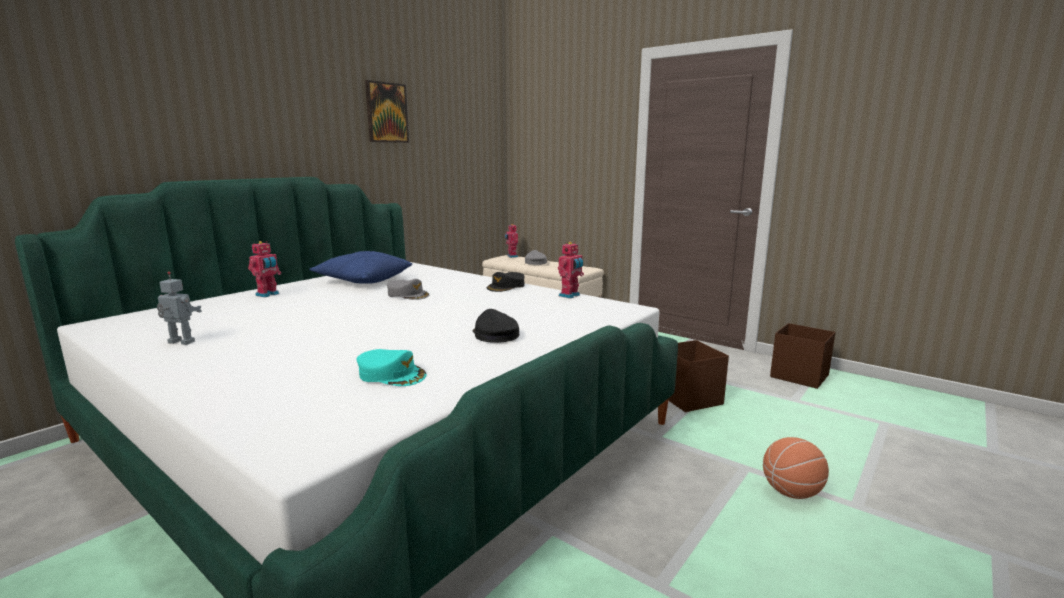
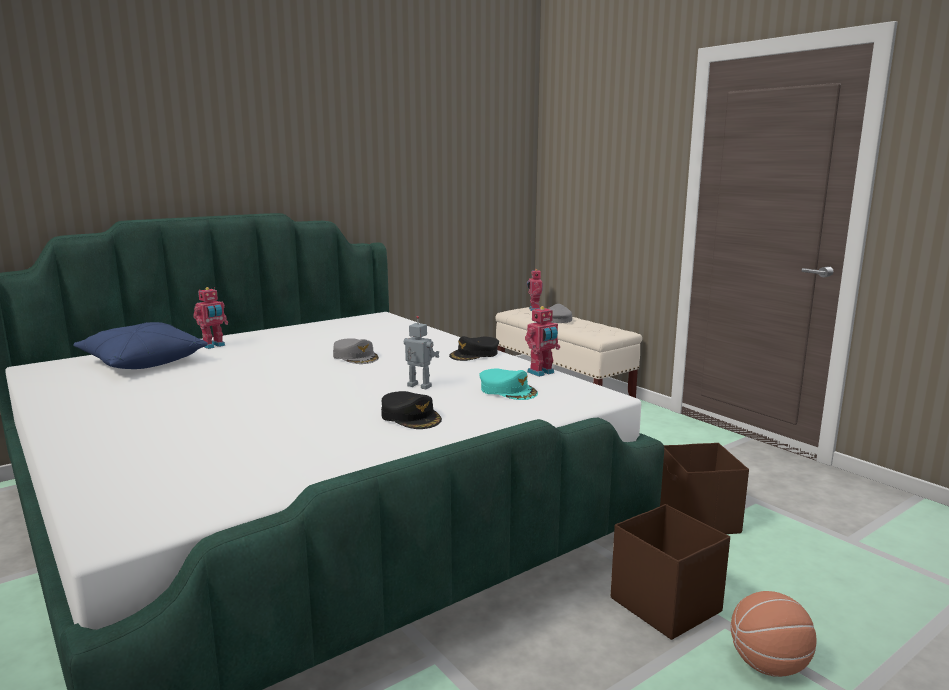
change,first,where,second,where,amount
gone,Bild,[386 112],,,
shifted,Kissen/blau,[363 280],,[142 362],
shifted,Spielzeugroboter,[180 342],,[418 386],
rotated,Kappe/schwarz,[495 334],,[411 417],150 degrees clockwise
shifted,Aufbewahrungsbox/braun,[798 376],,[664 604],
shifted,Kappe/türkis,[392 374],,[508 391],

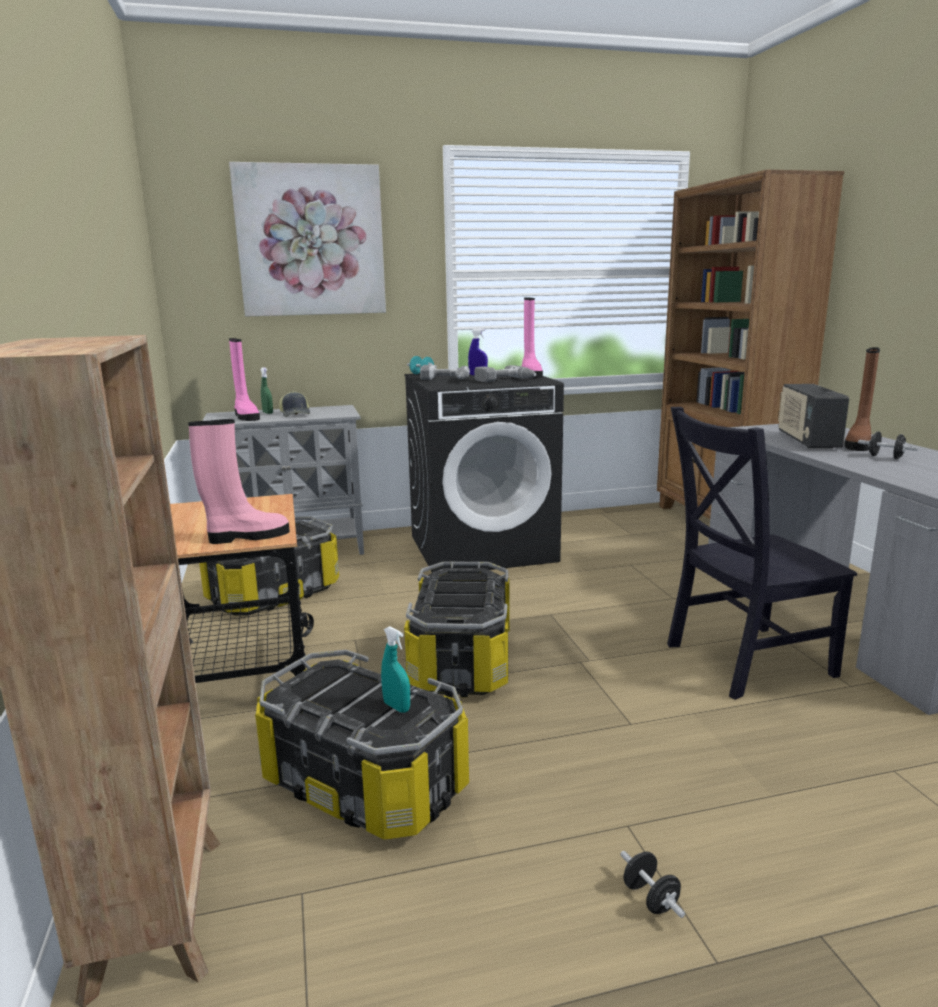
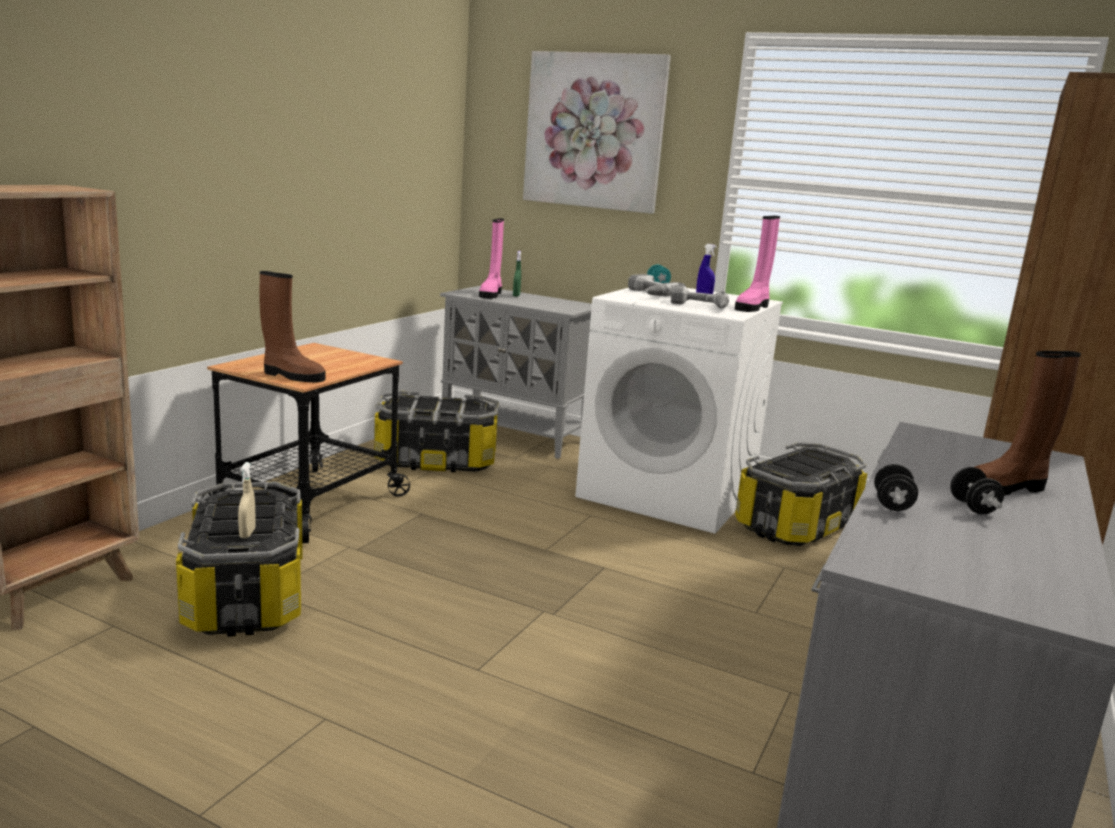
change,first,where,second,where,amount
repainted,Waschmaschine/schwarz,[483 548],Waschmaschine/weiß,[669 493],
gone,Radio,[807 441],,,
gone,Kappe,[296 414],,,
gone,Stuhl/schwarz,[742 661],,,
repainted,Stiefel/rosa,[246 536],Stiefel/braun,[292 376],
shifted,Aufbewahrungsbox,[460 661],,[795 524],
repainted,Sprühflasche/türkis,[396 707],Sprühflasche/beige,[247 533],
shifted,Hantel/schwarz,[650 898],,[892 504],

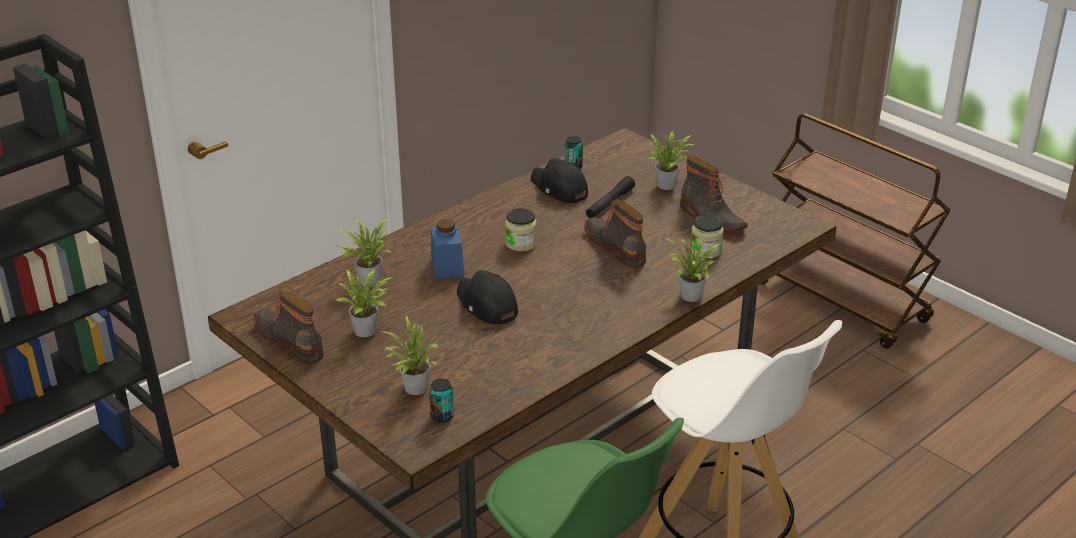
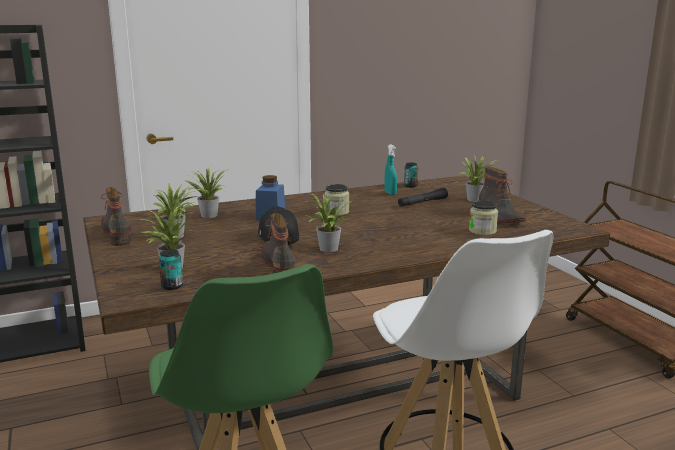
change,first,where,second,where,amount
swapped,Kappe/schwarz,[559 189],Sprühflasche/türkis,[390 193],
shifted,Stiefel,[616 246],,[281 265],
shifted,Topfpflanze,[690 297],,[327 249],

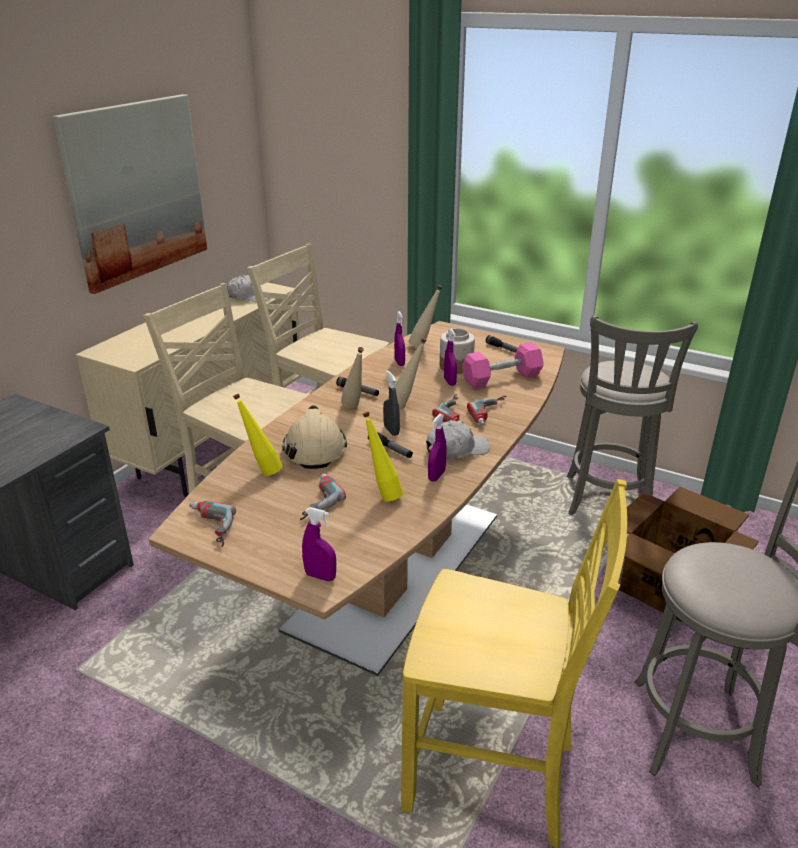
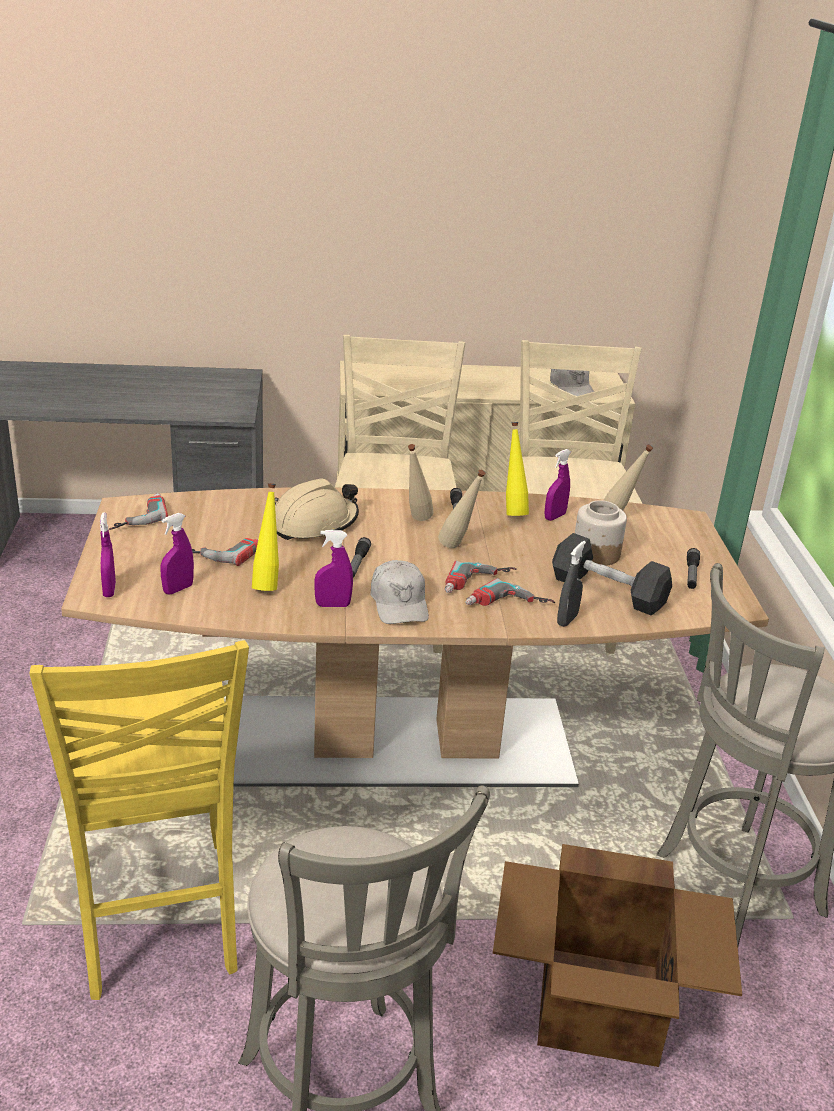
change,first,where,second,where,amount
gone,Bild,[136 190],,,
shifted,Sprühflasche/lila,[449 382],,[178 589],
repainted,Hantel/rosa,[502 378],Hantel/schwarz,[608 591],
shifted,Sprühflasche/grau,[391 430],,[567 620],
shifted,Flasche/gelb,[262 471],,[512 511],
rotated,Kappe/weiß,[456 449],,[399 603],45 degrees clockwise

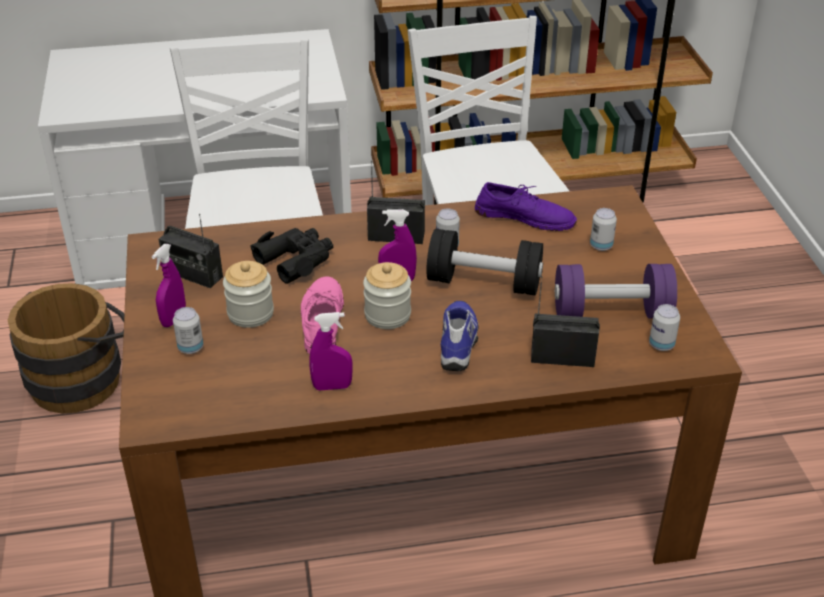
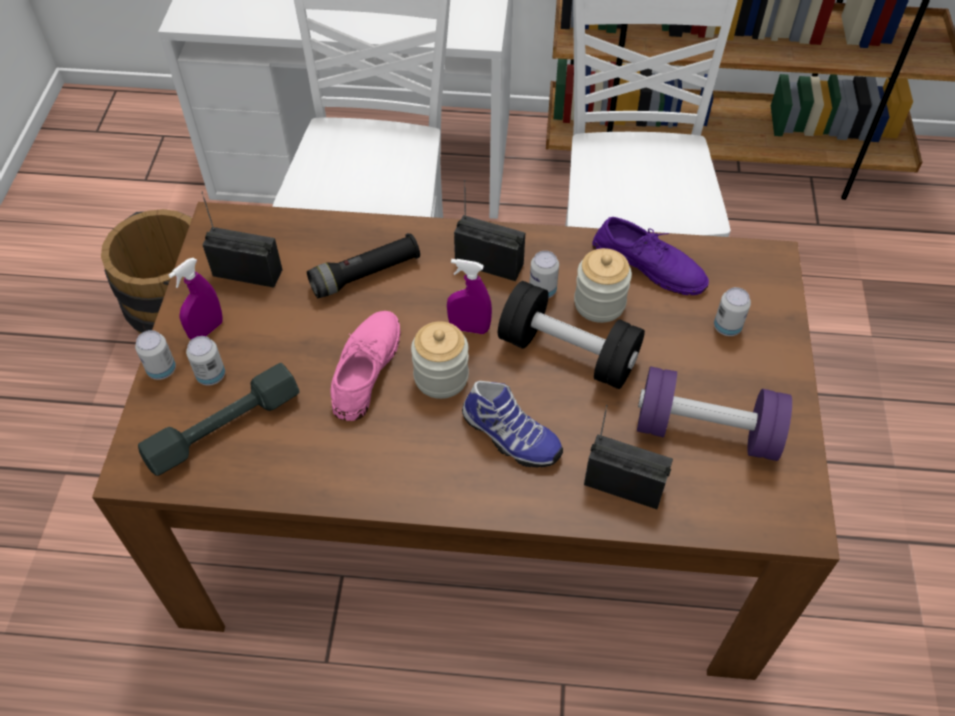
change,first,where,second,where,amount
rotated,Radio,[193 274],,[247 272],150 degrees clockwise
swapped,Fernglas/schwarz,[296 260],Taschenlampe/schwarz,[365 275],
shifted,Vorratsglas,[250 313],,[599 303],
rotated,Schuh,[459 343],,[509 437],105 degrees clockwise
shifted,Dose,[661 345],,[162 370],
gone,Sprühflasche/lila,[332 386],,,
new,,,Hantel/grau,[224 428],

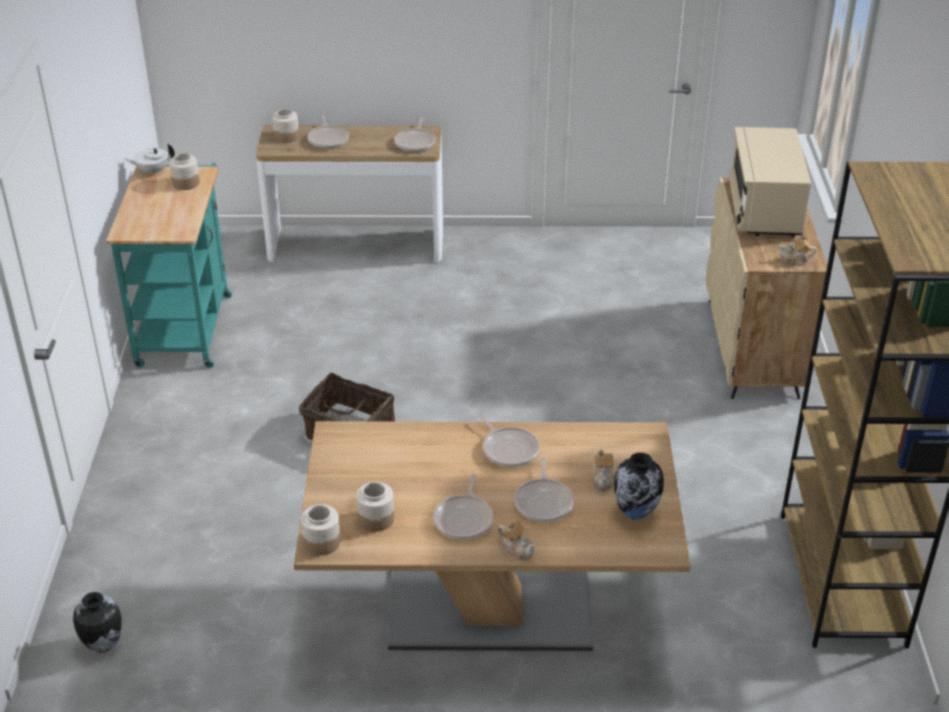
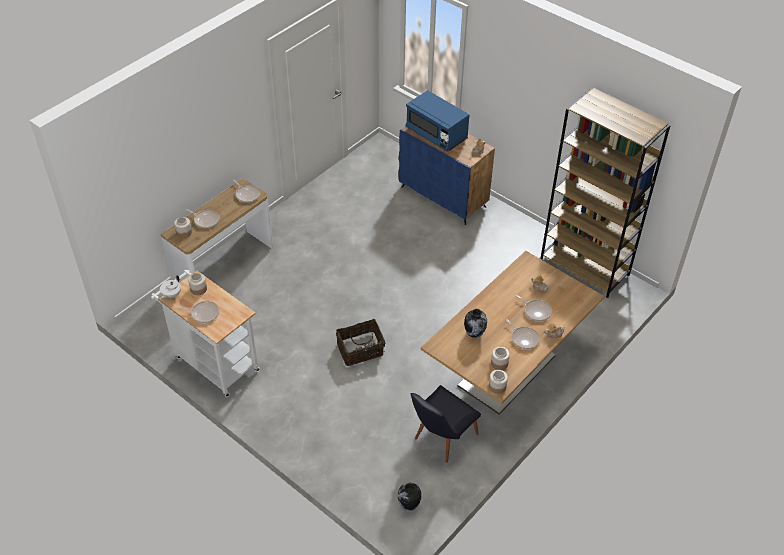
change,first,where,second,where,amount
repainted,Mikrowelle/beige,[764 209],Mikrowelle/blau,[436 134],
repainted,Rollwagen/türkis,[185 325],Rollwagen/weiß,[213 362],
repainted,Schrank/beige,[753 348],Schrank/blau,[443 197],
shifted,Pfanne,[509 449],,[203 313],
shifted,Vase,[636 513],,[474 334],
new,,,Stuhl/schwarz,[441 439],

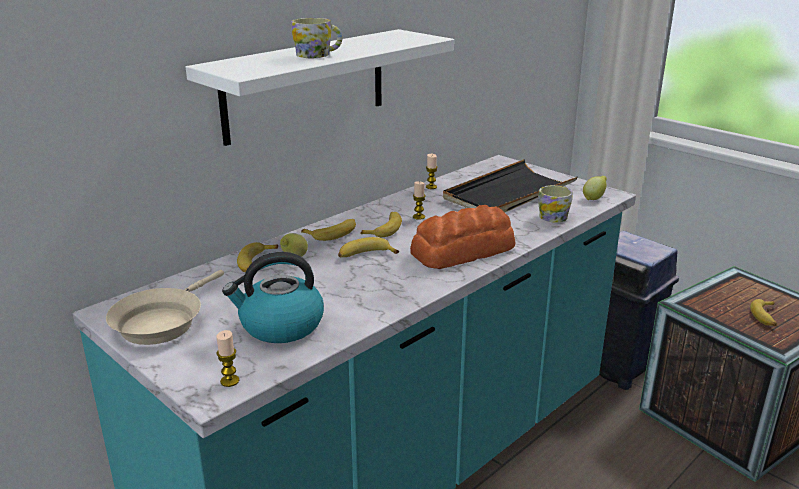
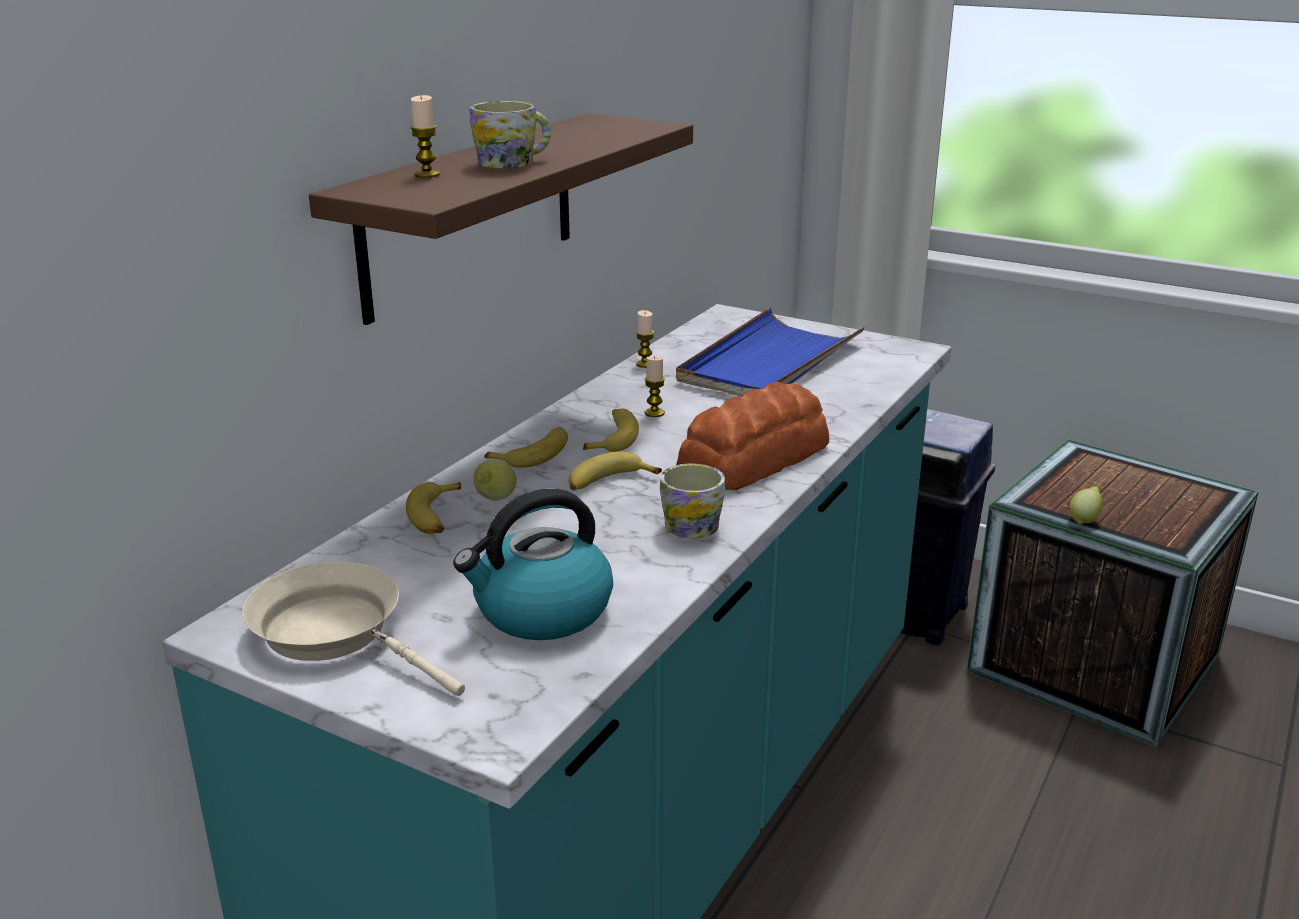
change,first,where,second,where,amount
repainted,Wandregal/weiß,[306 85],Wandregal/braun,[471 213],
repainted,Tablett/schwarz,[508 193],Tablett/blau,[769 363],
shifted,Zitrone,[594 198],,[1084 520],
shifted,Henkelbecher,[555 216],,[695 523],
rotated,Pfanne/beige,[162 322],,[337 633],120 degrees clockwise
gone,Banane,[765 317],,,
shifted,Kerze,[229 381],,[427 175],

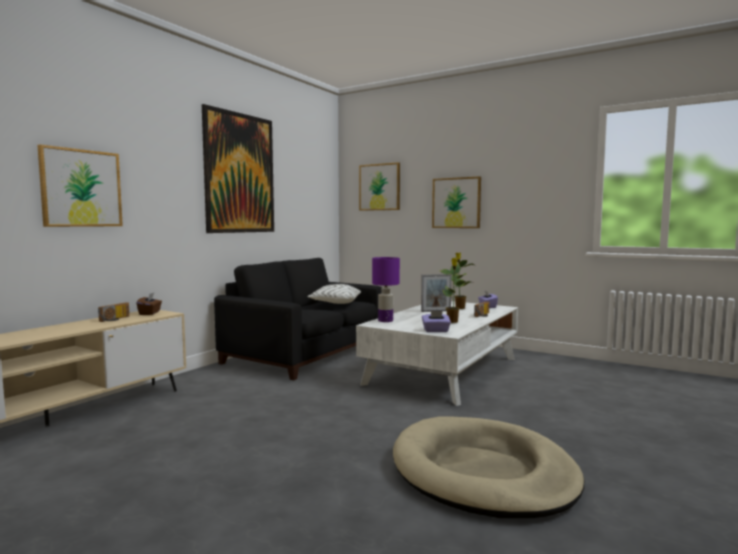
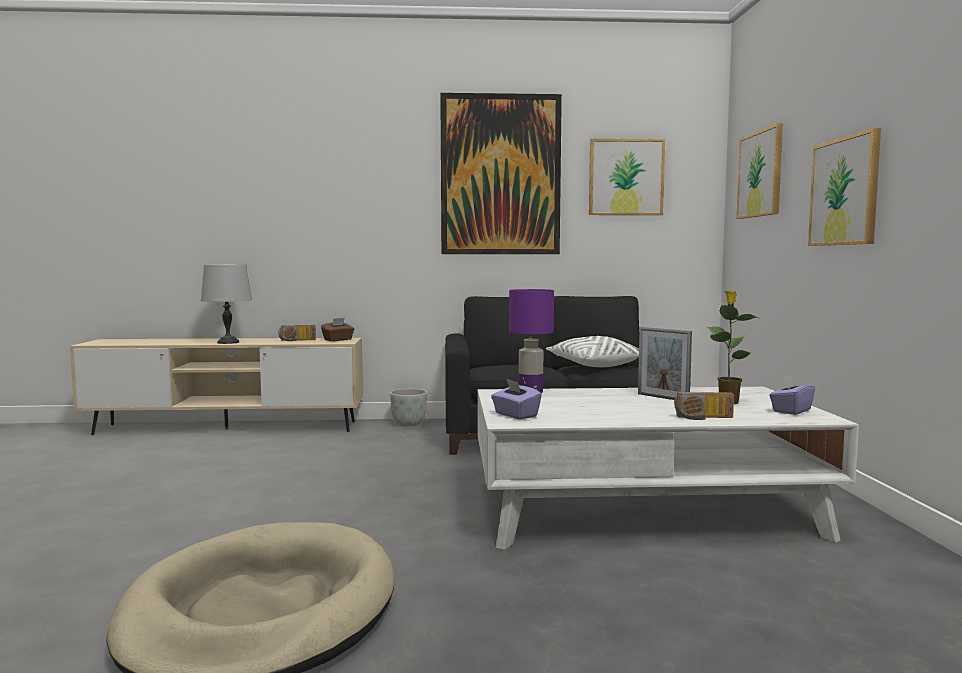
change,first,where,second,where,amount
shifted,Bild,[81 188],,[626 177],
gone,Topfpflanze,[452 322],,,
new,,,Tischlampe/grau,[228 342],
new,,,Pflanzkübel/grau,[409 424],

